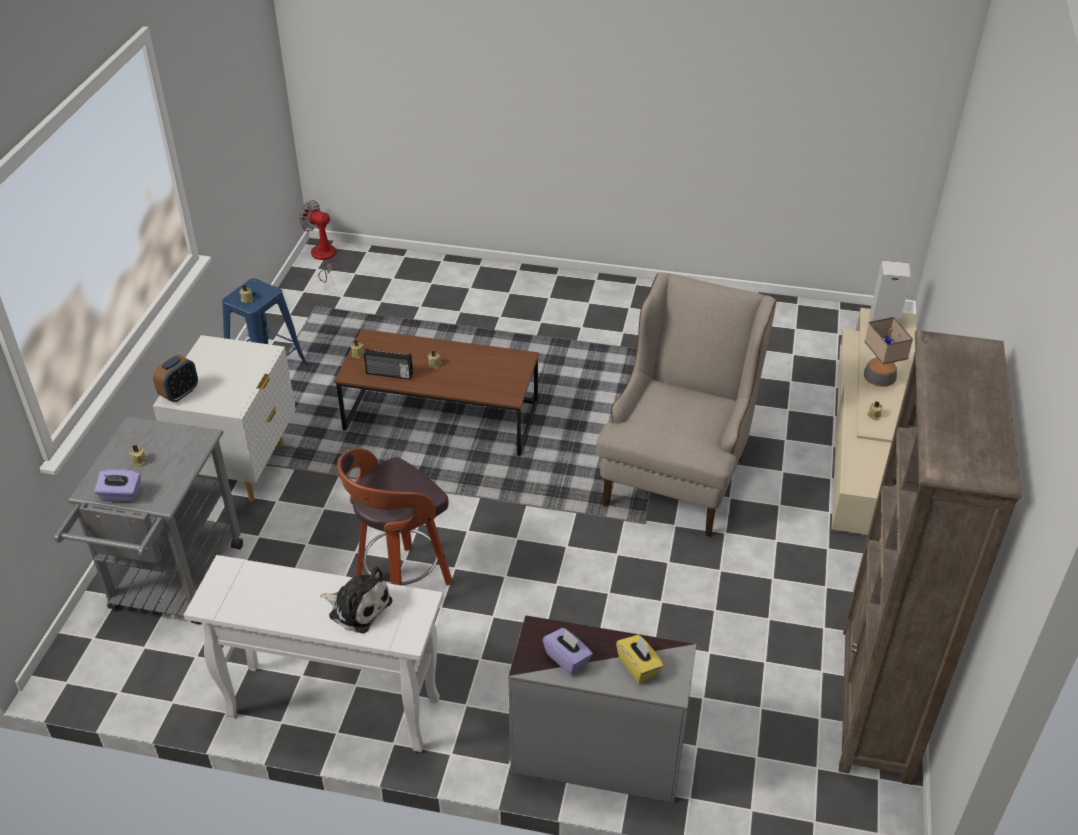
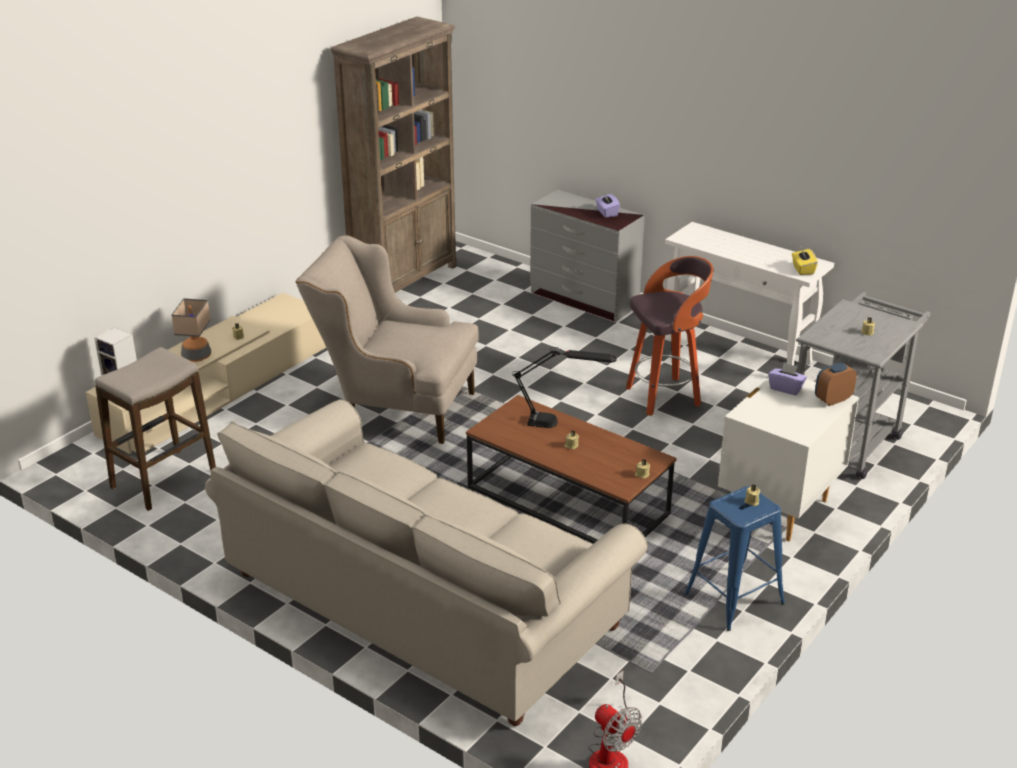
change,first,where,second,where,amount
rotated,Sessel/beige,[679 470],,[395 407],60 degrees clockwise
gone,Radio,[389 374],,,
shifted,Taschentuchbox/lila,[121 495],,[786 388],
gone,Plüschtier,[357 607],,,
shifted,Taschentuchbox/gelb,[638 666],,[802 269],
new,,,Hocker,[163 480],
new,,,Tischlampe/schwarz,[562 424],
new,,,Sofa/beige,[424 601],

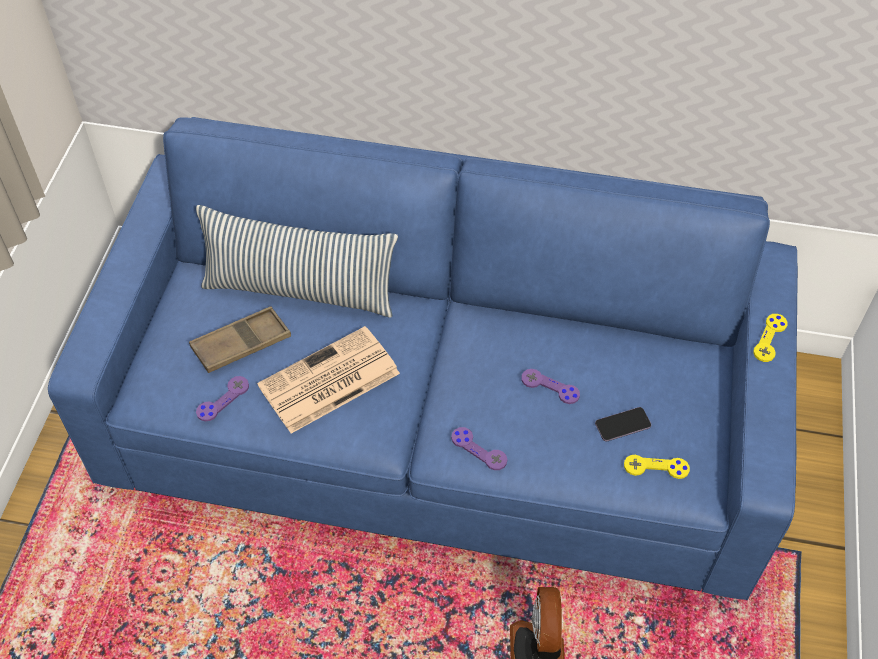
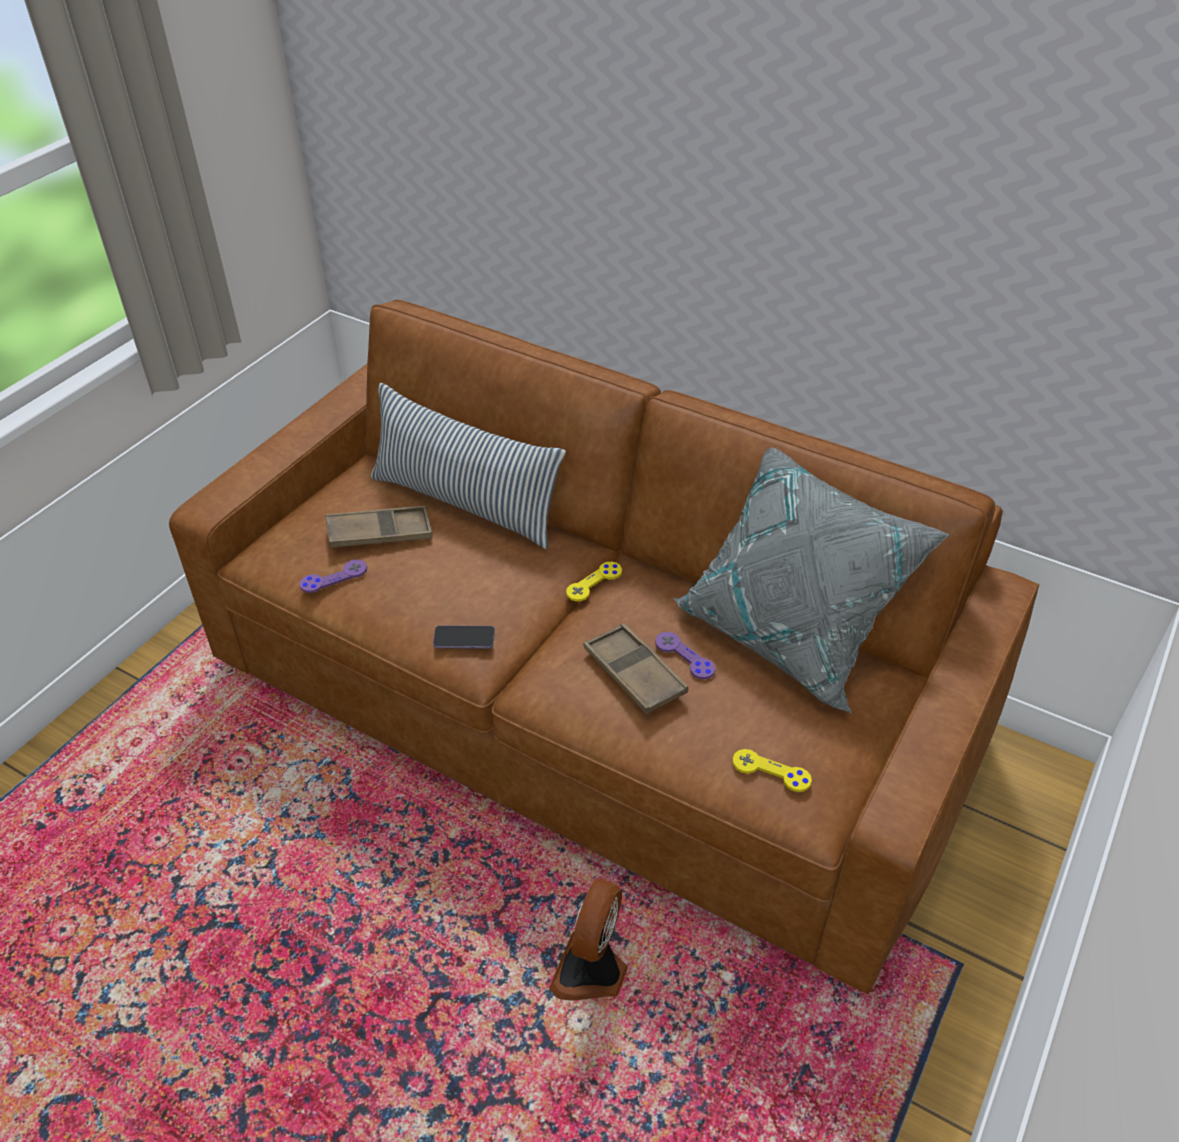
change,first,where,second,where,amount
repainted,Sofa/blau,[439 420],Sofa/braun,[590 698],
shifted,Gamepad/gelb,[770 338],,[594 582],
gone,Zeitung,[328 381],,,
shifted,Handy,[622 425],,[464 639],
gone,Gamepad/lila,[479 449],,,
new,,,Kissen/grau,[790 633],
new,,,Tablett/braun,[634 674],

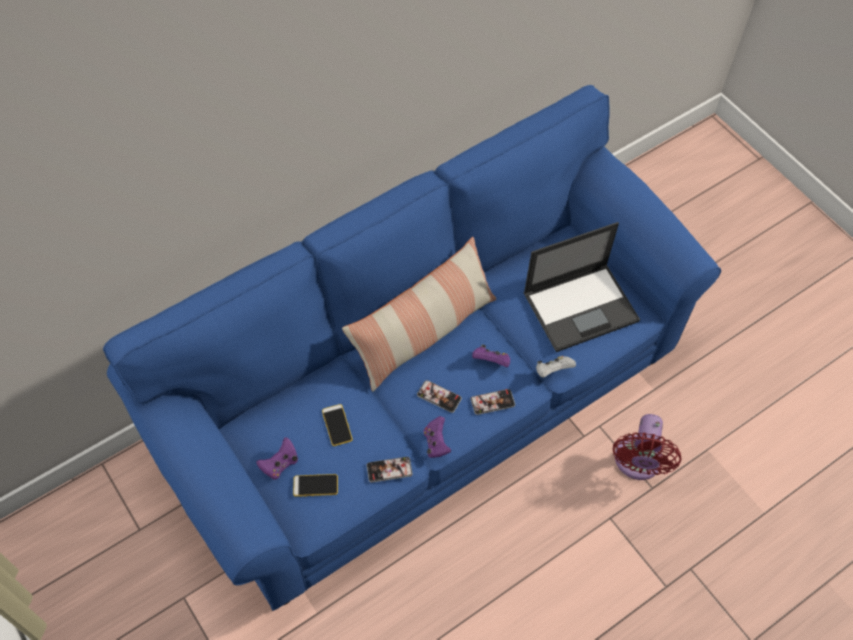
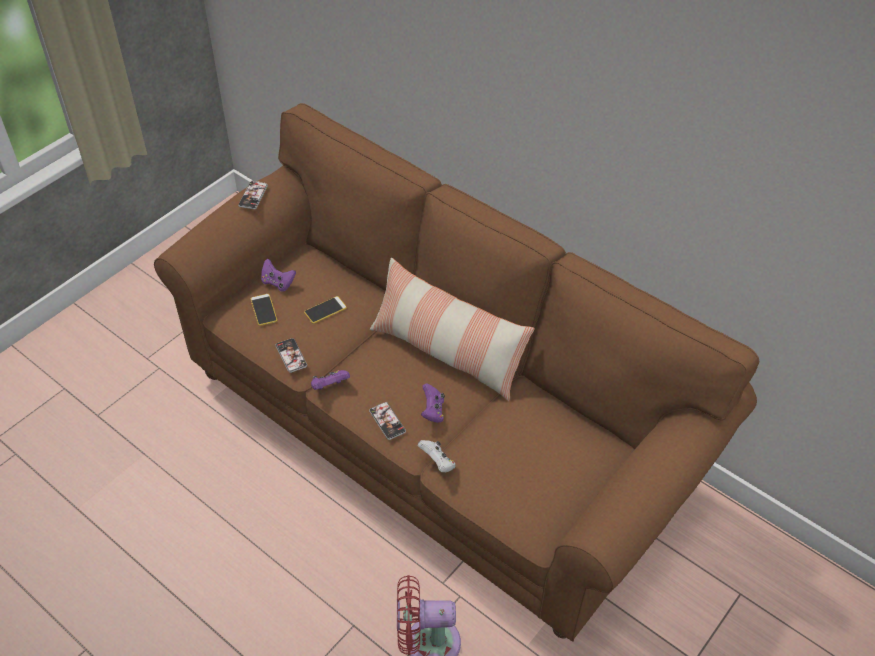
change,first,where,second,where,amount
repainted,Sofa/blau,[424 400],Sofa/braun,[436 432],
gone,Laptop,[581 306],,,
shifted,Handy,[439 396],,[253 196],

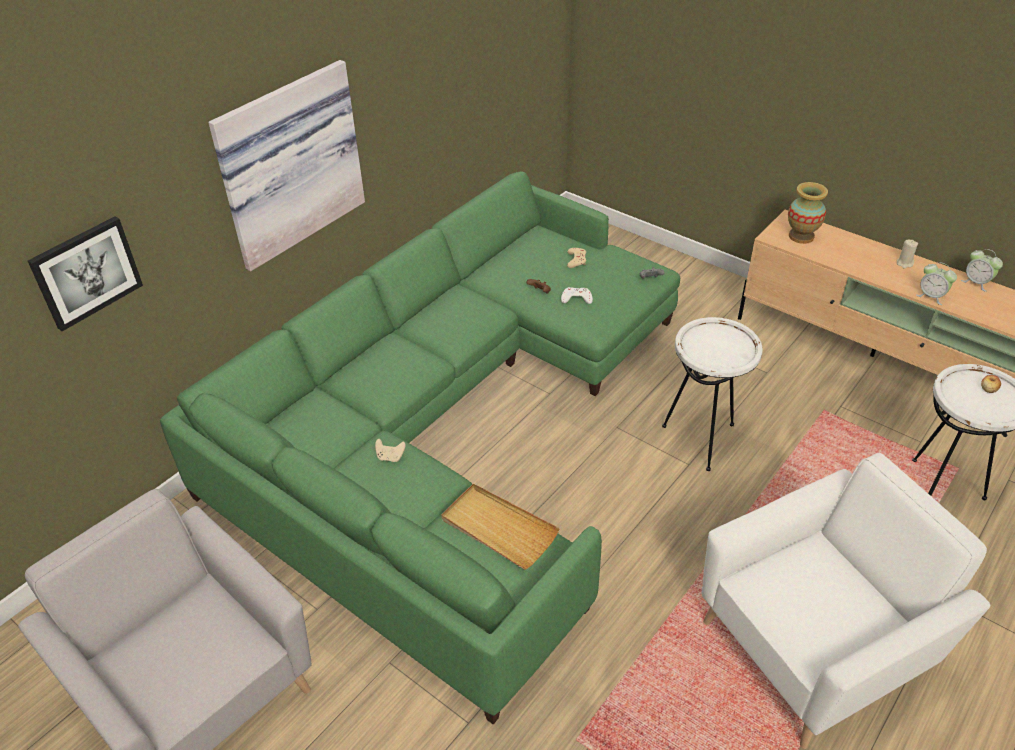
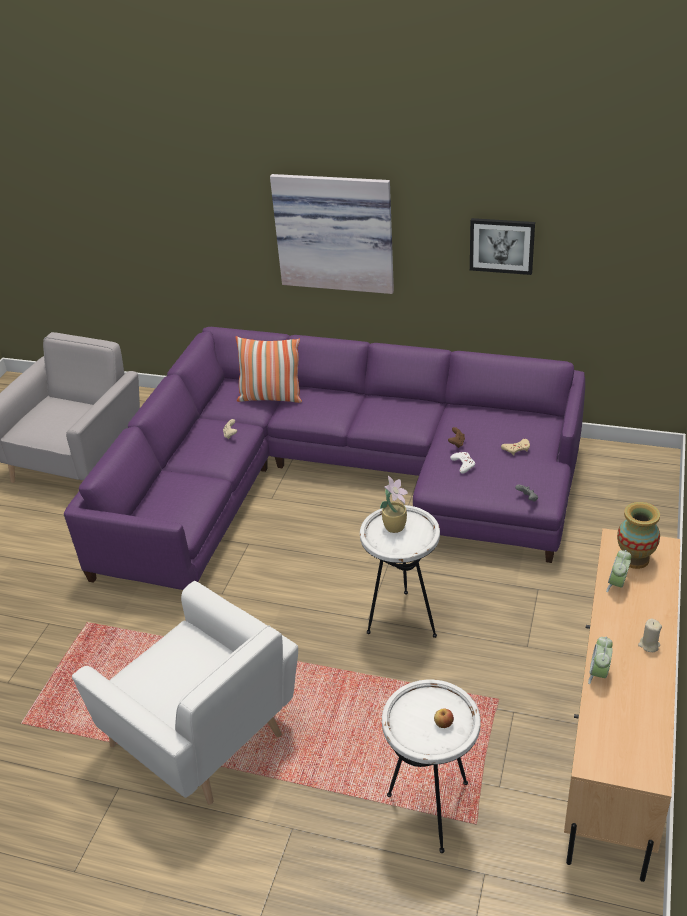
change,first,where,second,where,amount
repainted,Sofa/grün,[450 425],Sofa/lila,[336 479],
shifted,Bild,[86 272],,[502 245],
shifted,Wecker,[976 283],,[617 584],
gone,Tablett/beige,[498 528],,,
new,,,Kissen,[271 398],
new,,,Topfpflanze,[395 526],

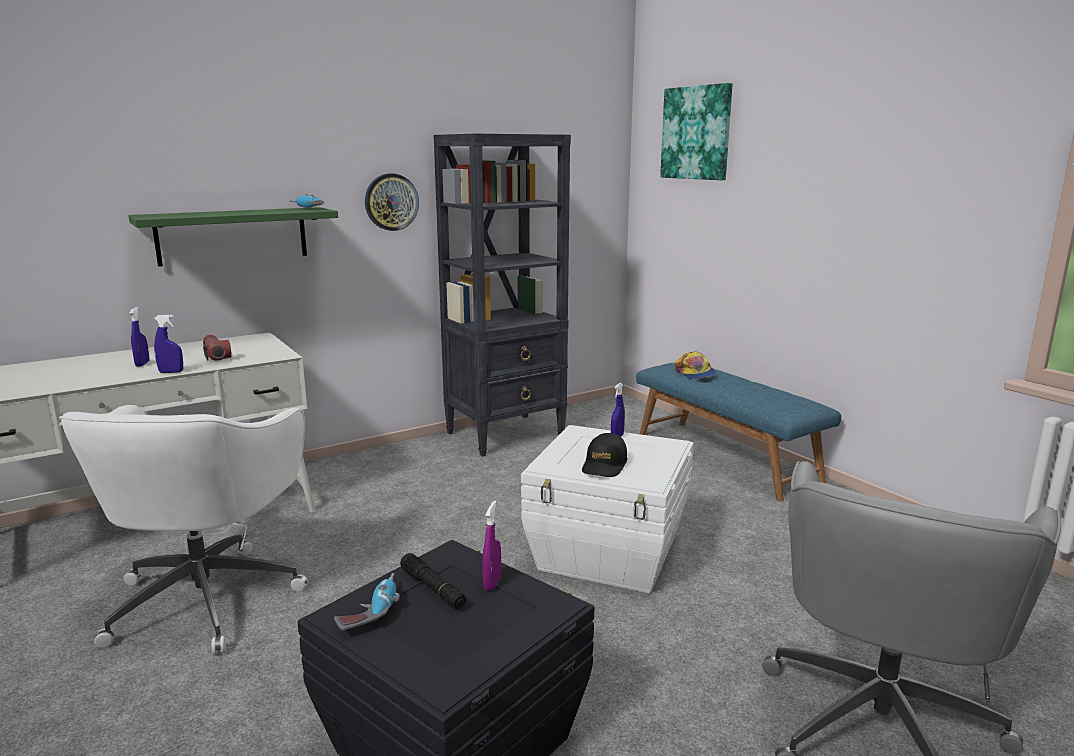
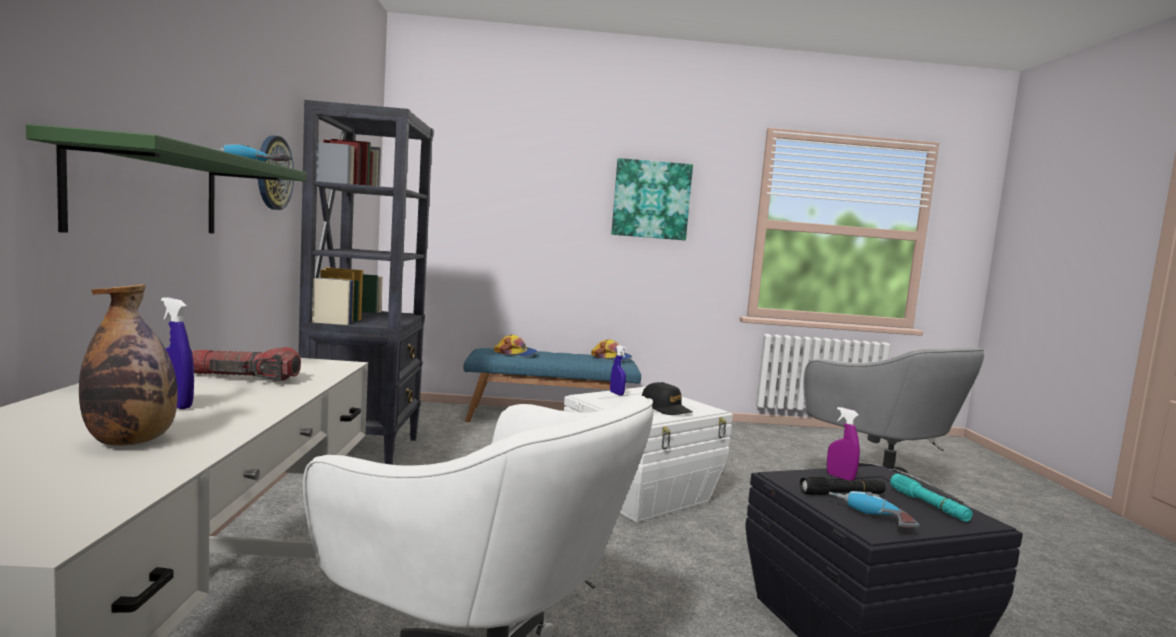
change,first,where,second,where,amount
shifted,Bild,[696 133],,[651 199],
gone,Sprühflasche/blau,[171 372],,,
new,,,Flasche,[131 441],
new,,,Kappe,[612 357],
new,,,Taschenlampe/türkis,[928 505],

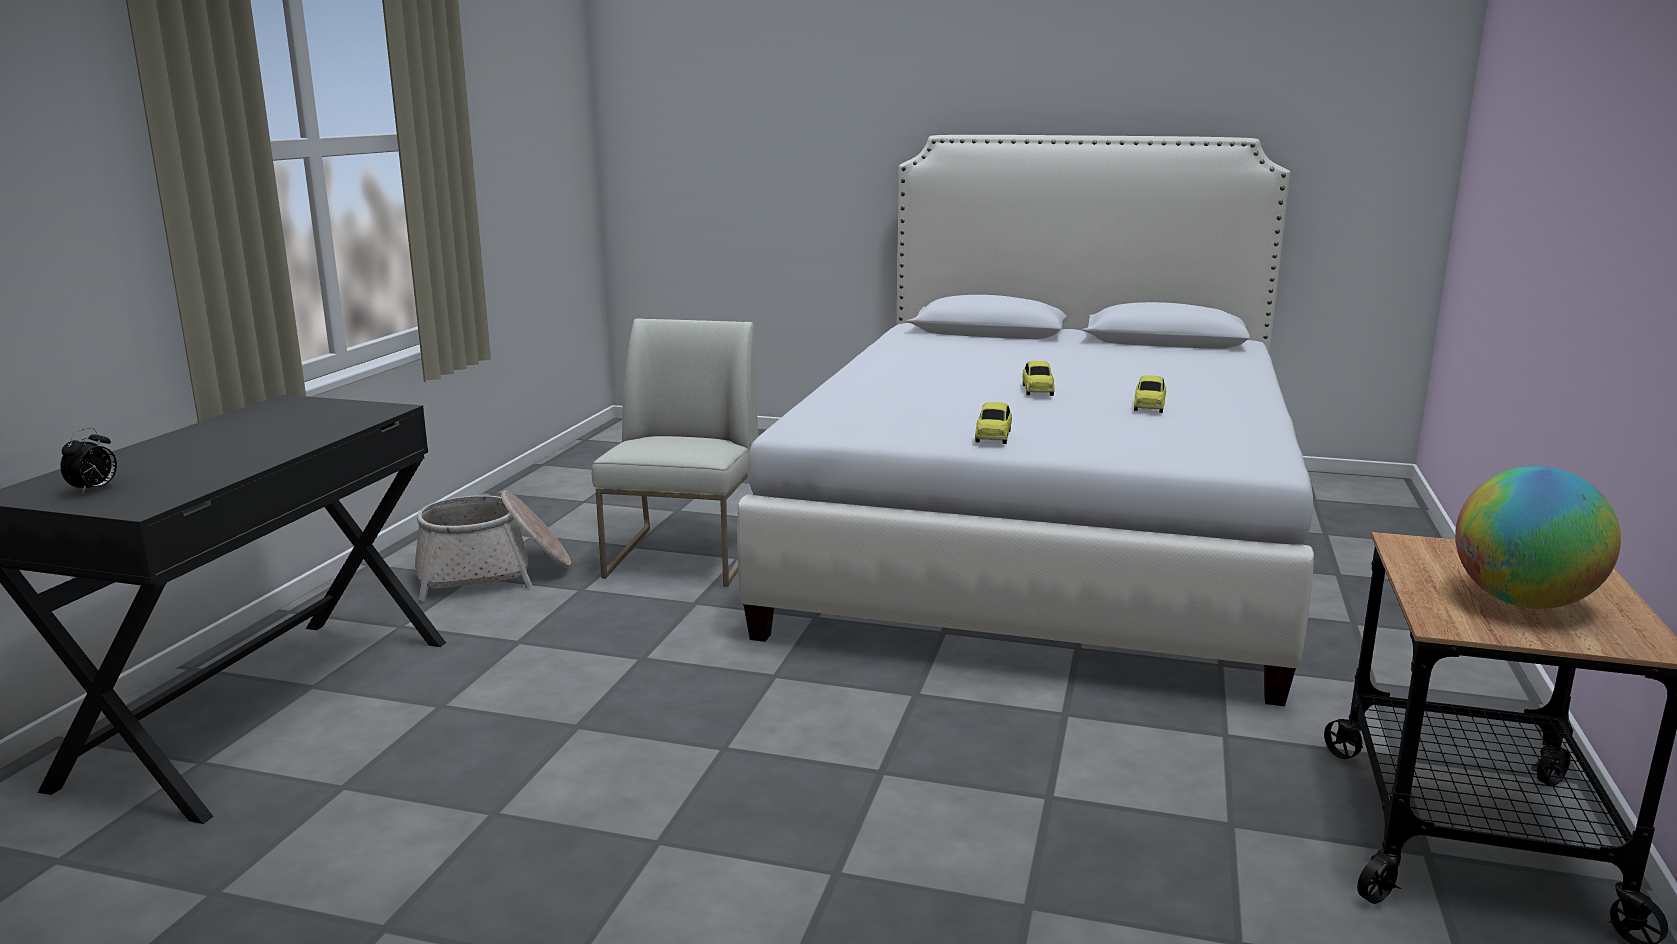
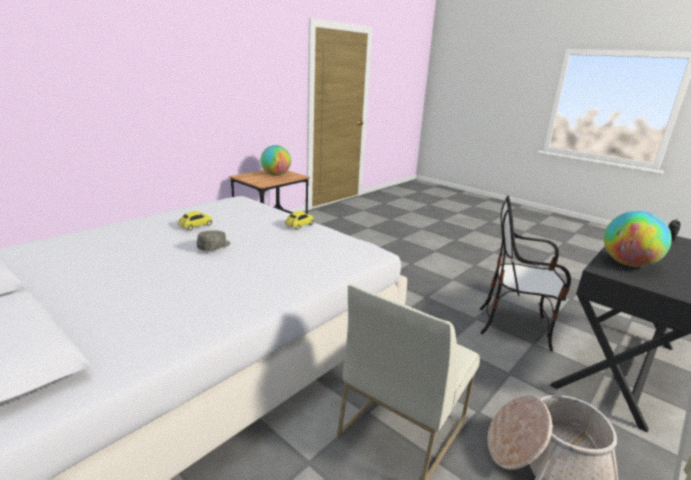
change,first,where,second,where,amount
swapped,Spielzeugauto,[1037 390],Kappe/grau,[214 247],
new,,,Stuhl,[515 327],
new,,,Globus,[627 264],

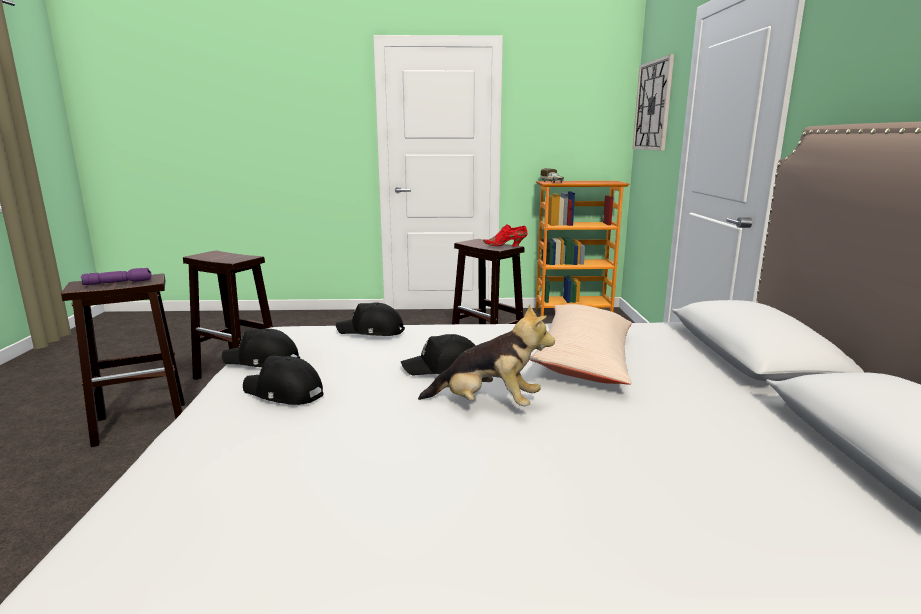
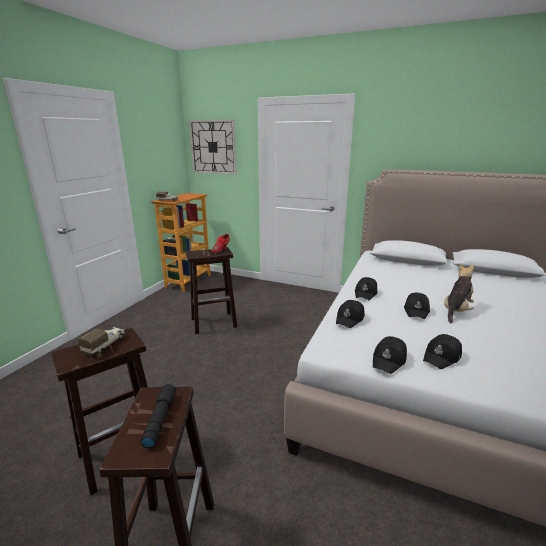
change,first,where,second,where,amount
repainted,Taschenlampe/lila,[119 283],Taschenlampe/schwarz,[160 419],
gone,Kissen/beige,[585 358],,,
new,,,Kappe/schwarz,[366 293],
new,,,Spielzeuglaster,[105 344],

